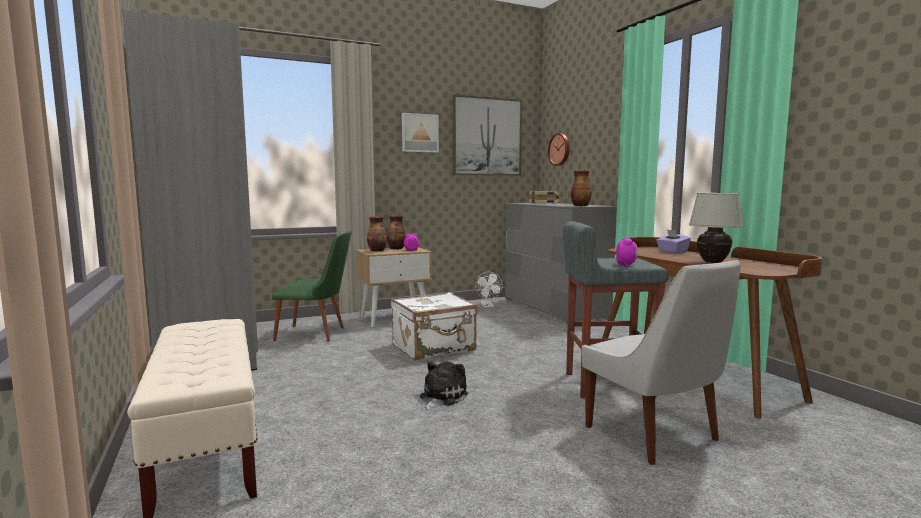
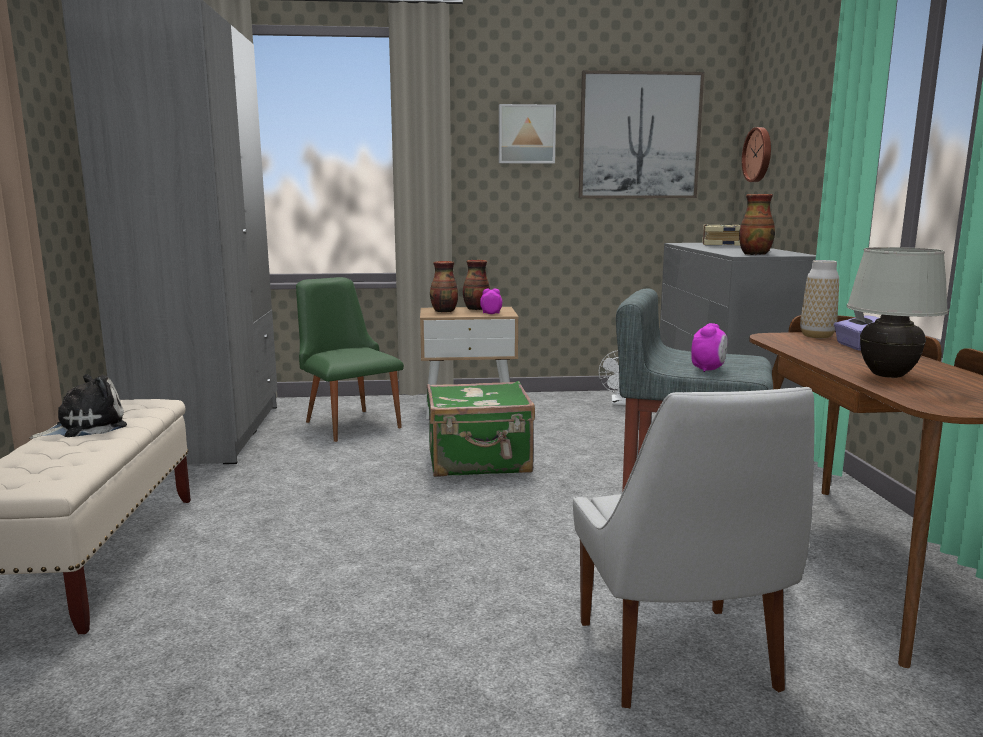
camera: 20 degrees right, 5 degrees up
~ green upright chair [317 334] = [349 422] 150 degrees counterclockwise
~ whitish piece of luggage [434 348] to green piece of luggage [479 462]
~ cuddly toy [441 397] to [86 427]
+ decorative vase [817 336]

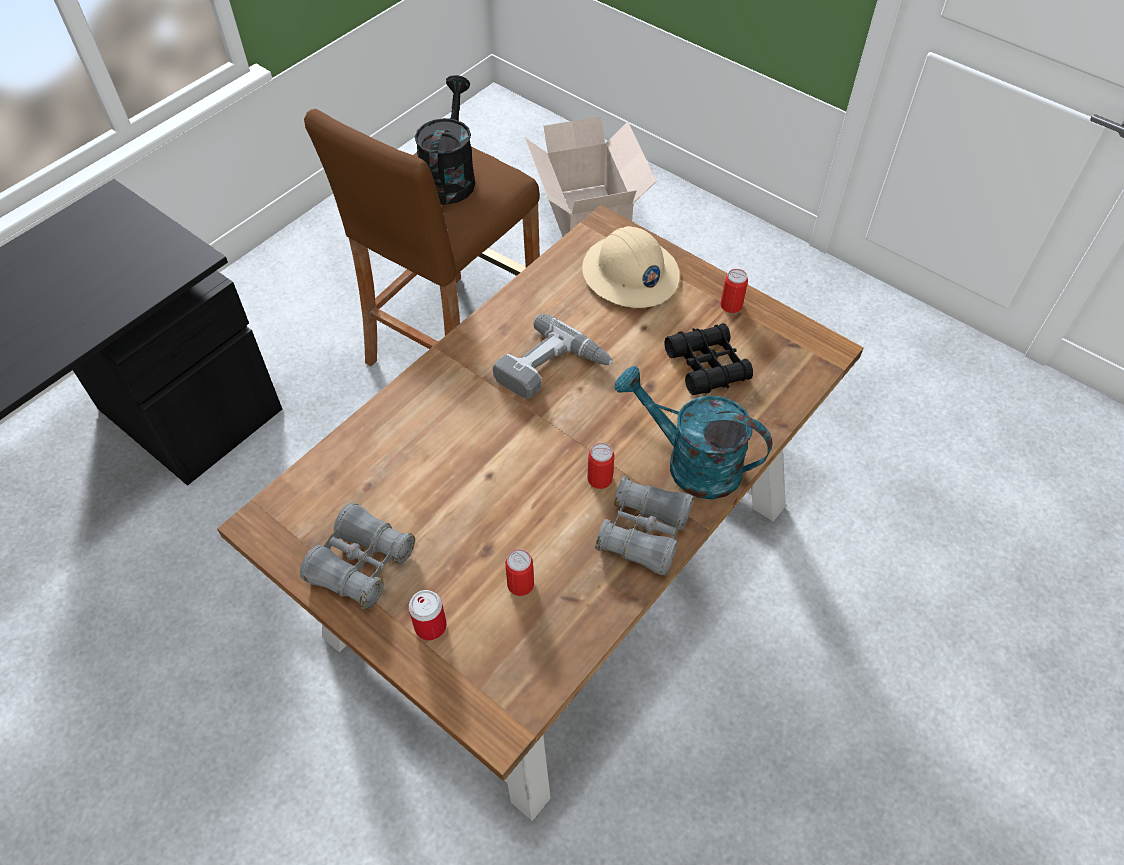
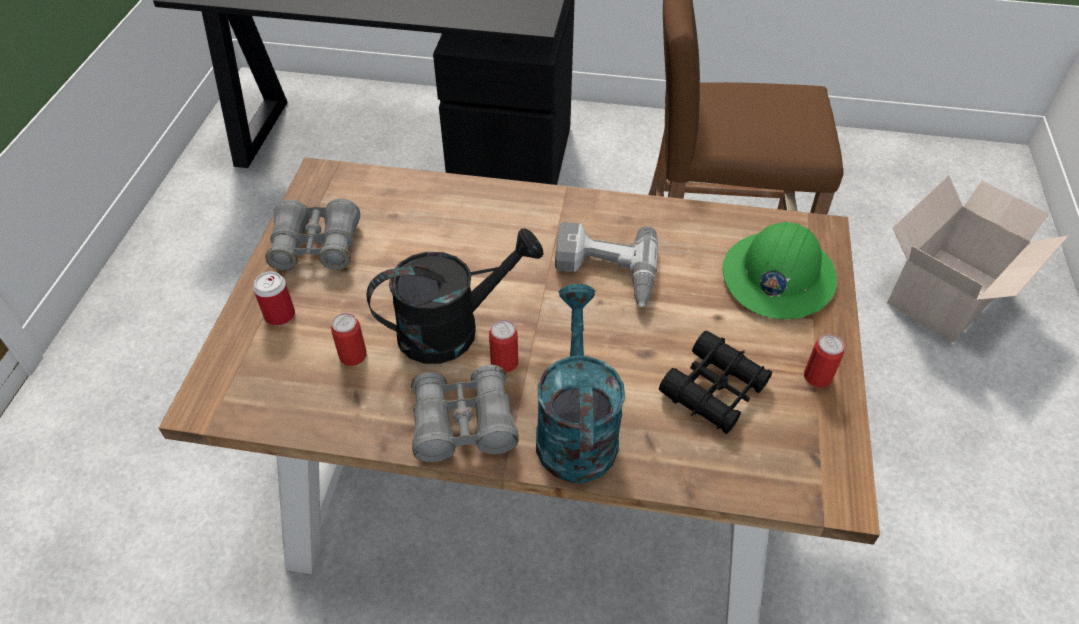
camera: 60 degrees right, 5 degrees down
~ blackish watering can [450 176] to [453 328]
~ beige hard hat [630 274] to green hard hat [777 277]

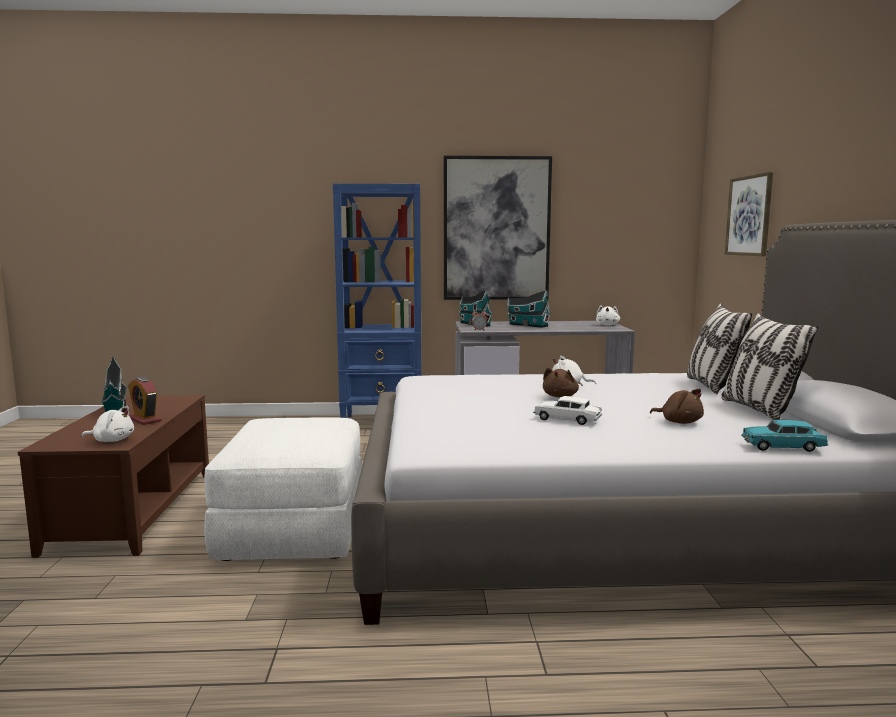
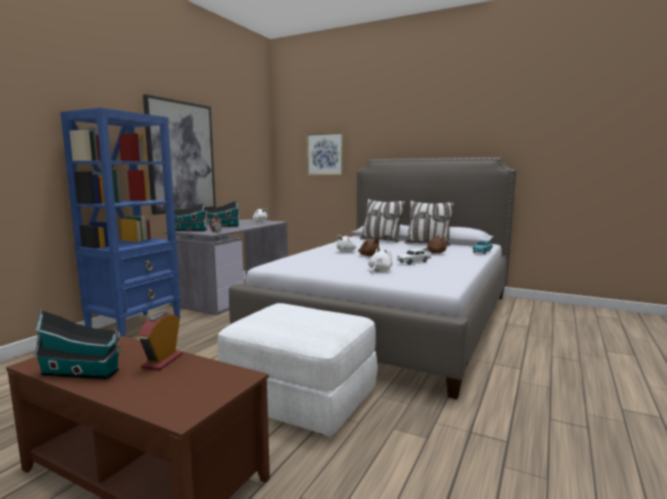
camera: 60 degrees left, 0 degrees up
~ whitish cuddly toy [112 440] to [379 271]
~ bedside clock [145 420] = [162 361] 120 degrees clockwise

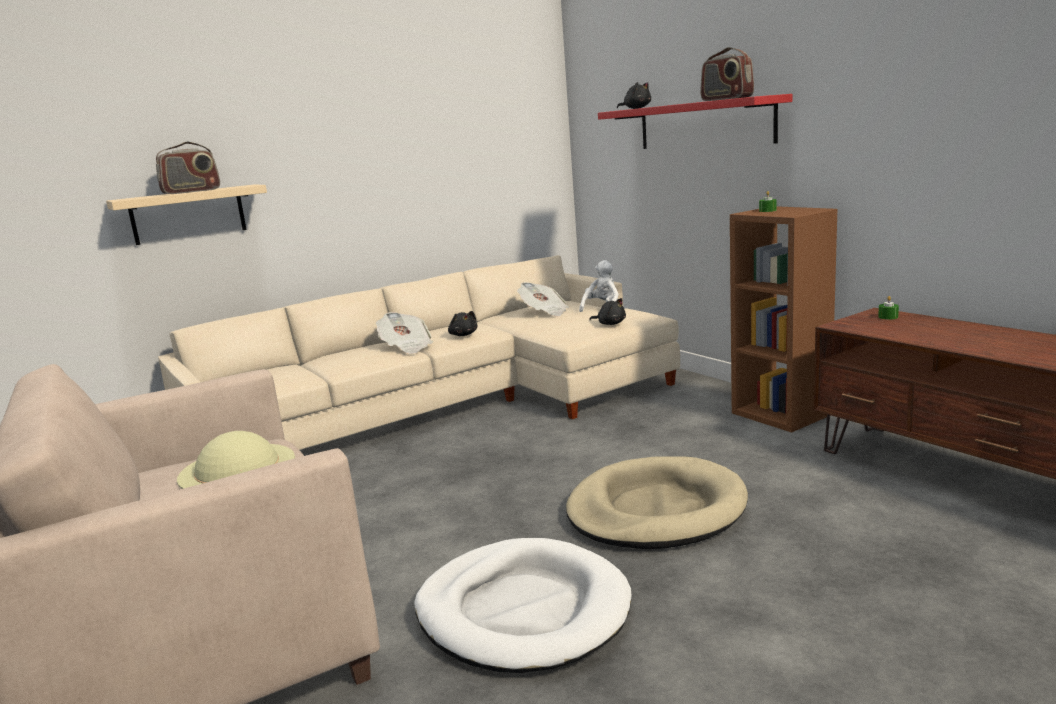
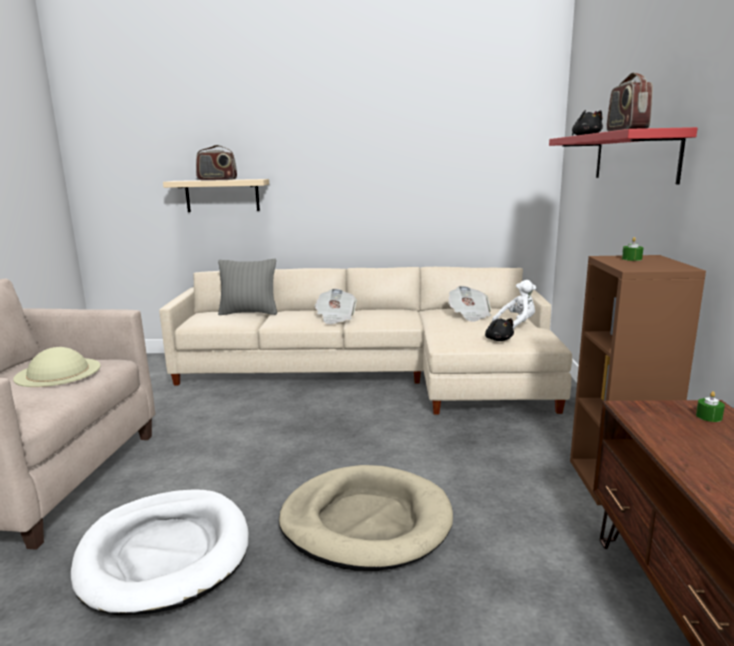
camera: 35 degrees right, 0 degrees up
- blackish cuddly toy [463 335]
+ gray throw pillow [249 313]

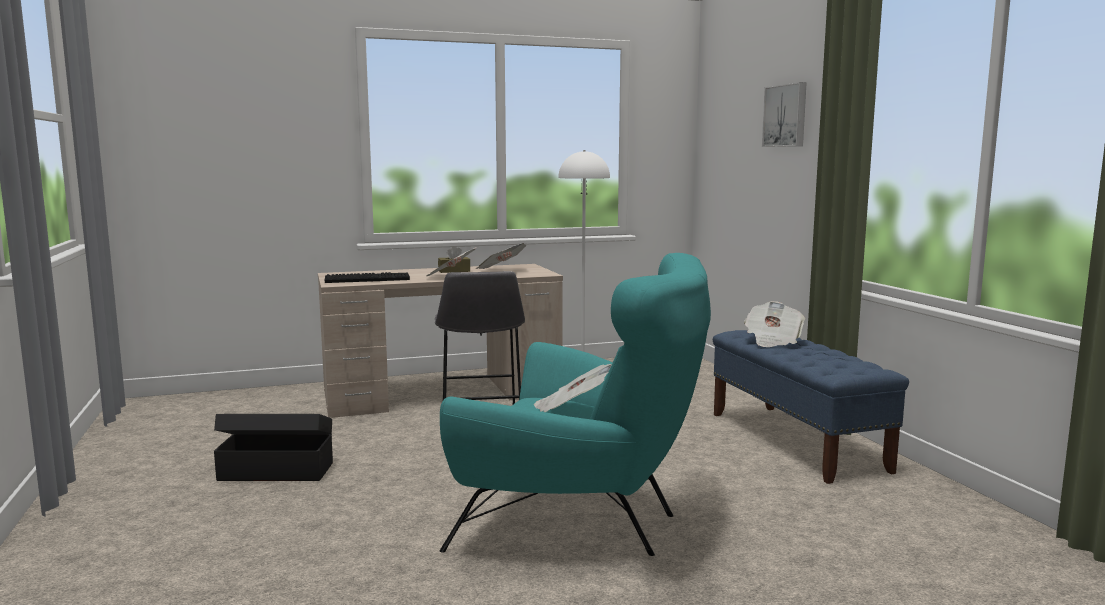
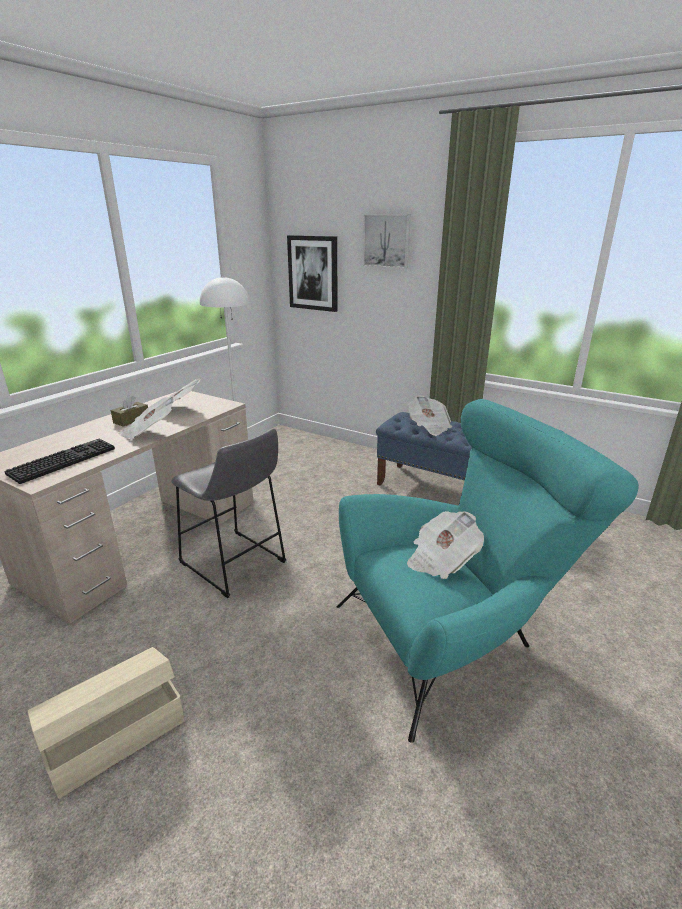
camera: 40 degrees left, 15 degrees up
~ blackish storage bin [275 471] to beige storage bin [114 736]
+ picture [313 273]

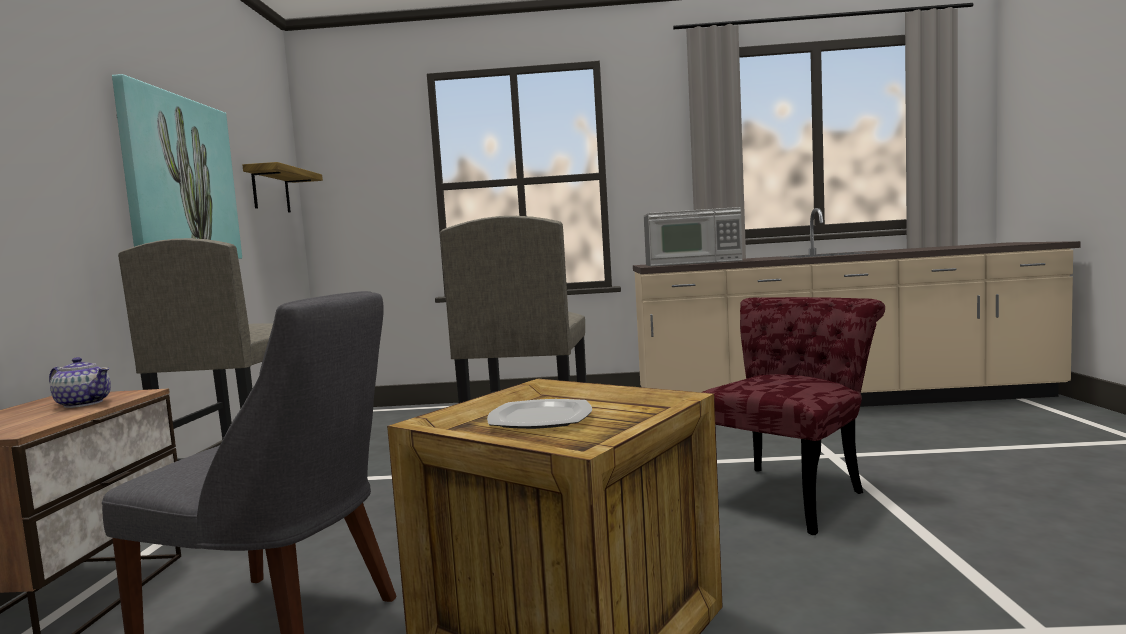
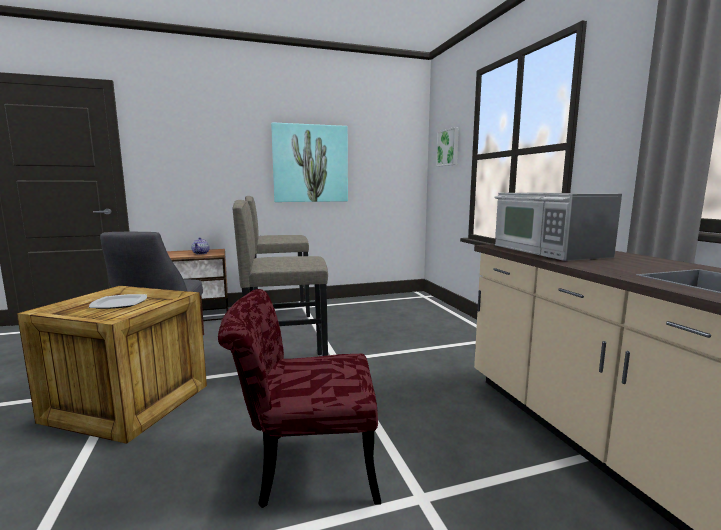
camera: 70 degrees right, 5 degrees up
- wall shelf [271 190]
~ reddish upright chair [788 492] = [305 466] 150 degrees clockwise
+ picture [448 147]

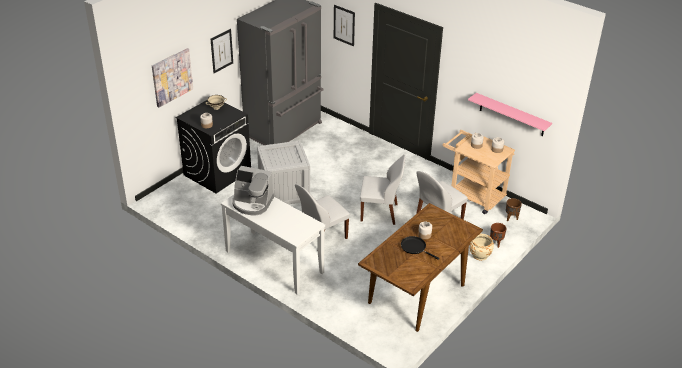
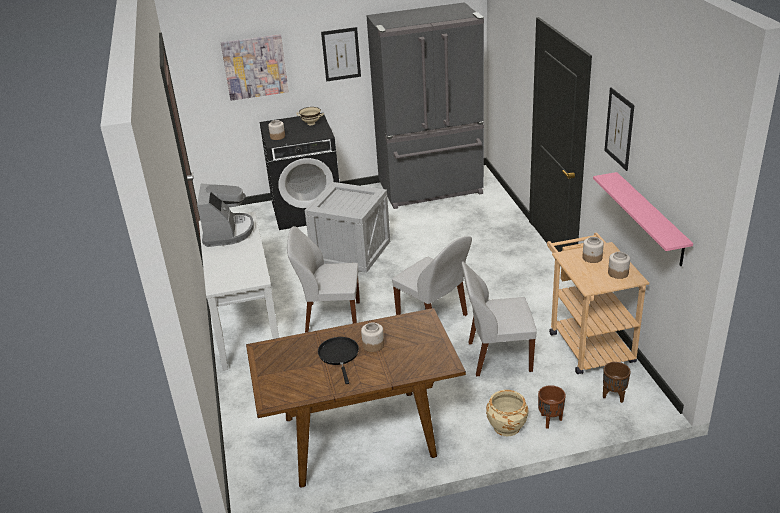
camera: 40 degrees right, 5 degrees down
~ coffee maker [252 203] = [227 232] 150 degrees counterclockwise
~ picture [344 25] to [619 128]

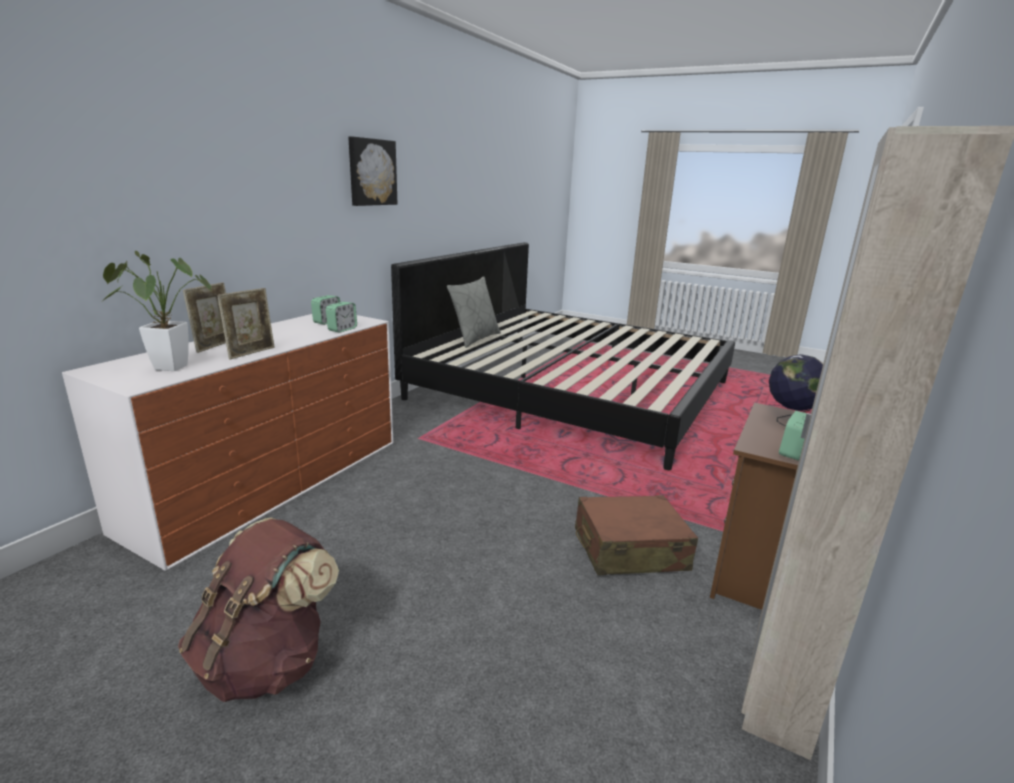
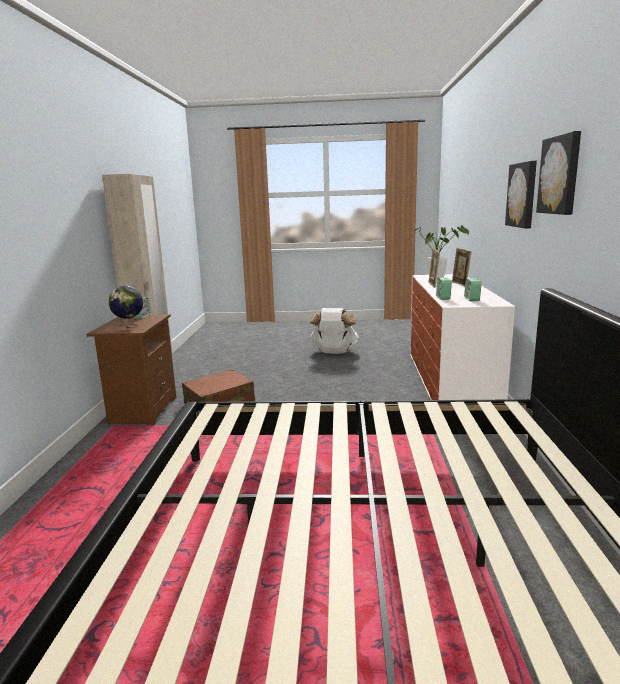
camera: 155 degrees right, 5 degrees down
~ brown-coloured backpack [267 662] to whitish backpack [334 353]
- gray throw pillow [474 338]
+ picture [523 195]

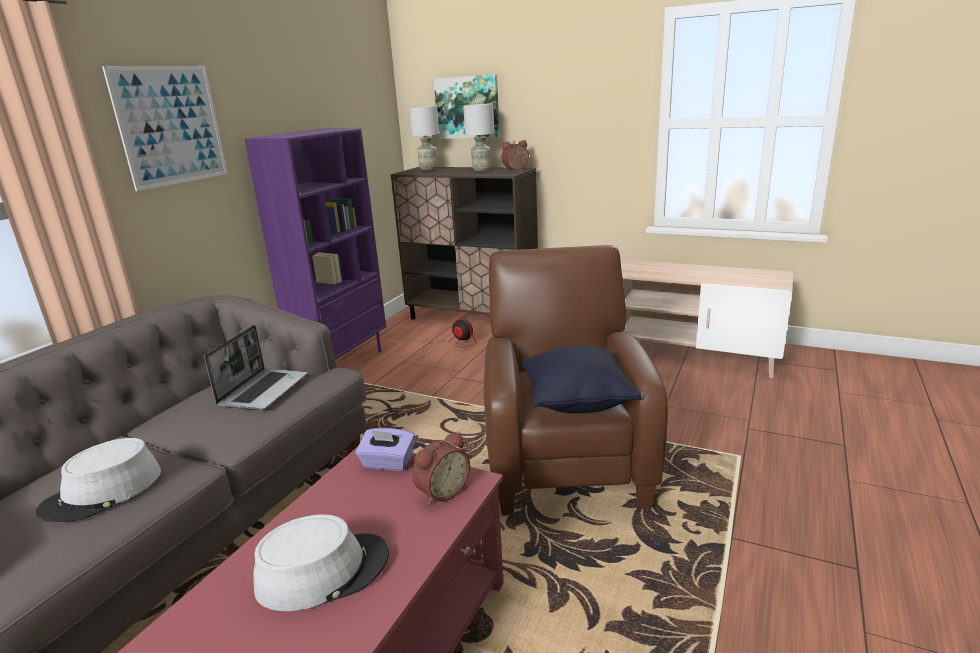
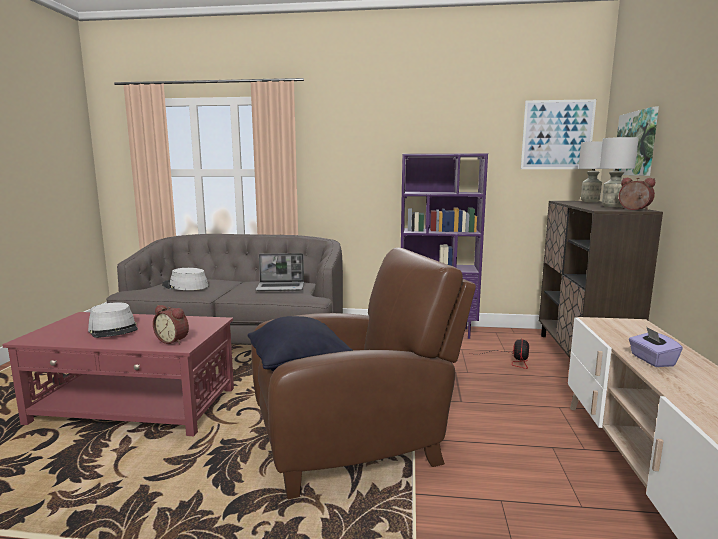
camera: 70 degrees right, 10 degrees down
~ picture [171 125] to [557 135]
~ purple tissue box [387 463] to [651 360]

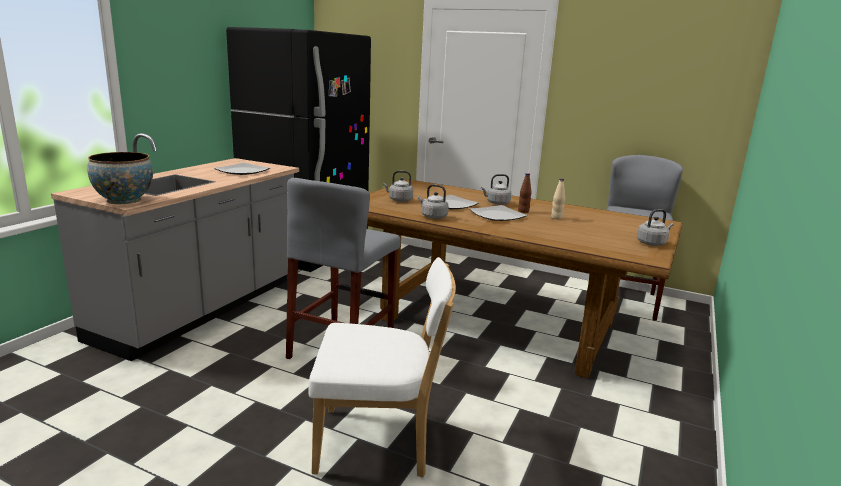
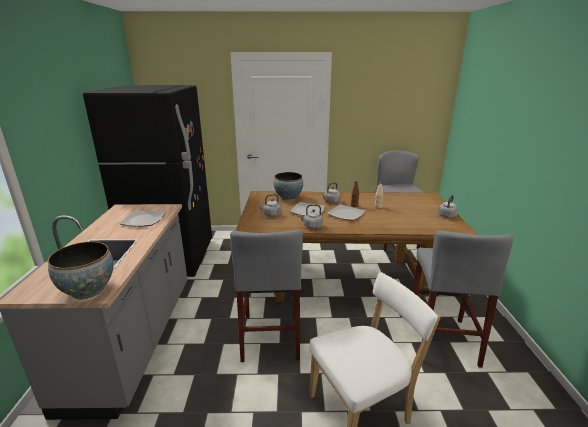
camera: 25 degrees left, 5 degrees up
+ serving bowl [288 197]
+ gray stool [441 339]

